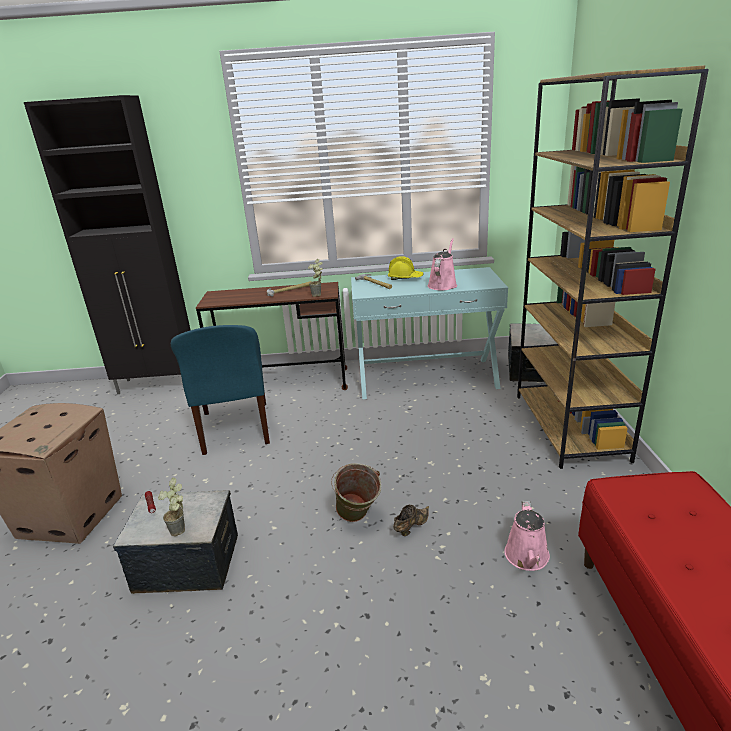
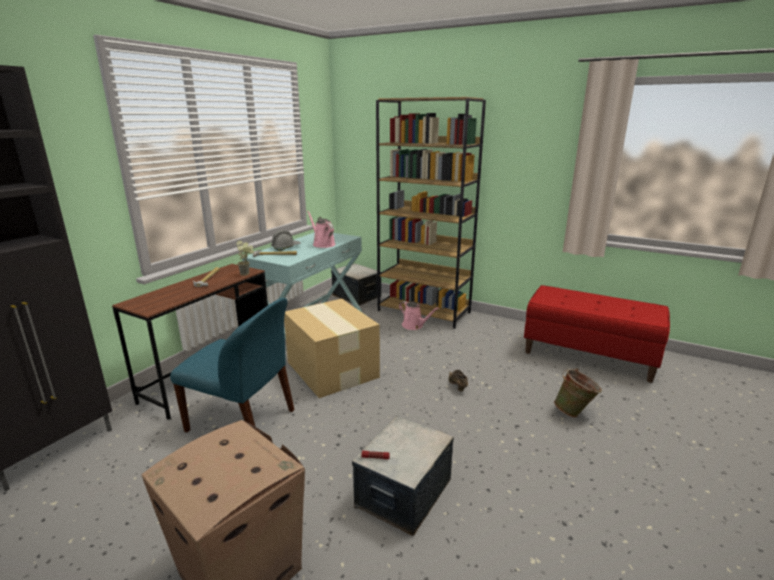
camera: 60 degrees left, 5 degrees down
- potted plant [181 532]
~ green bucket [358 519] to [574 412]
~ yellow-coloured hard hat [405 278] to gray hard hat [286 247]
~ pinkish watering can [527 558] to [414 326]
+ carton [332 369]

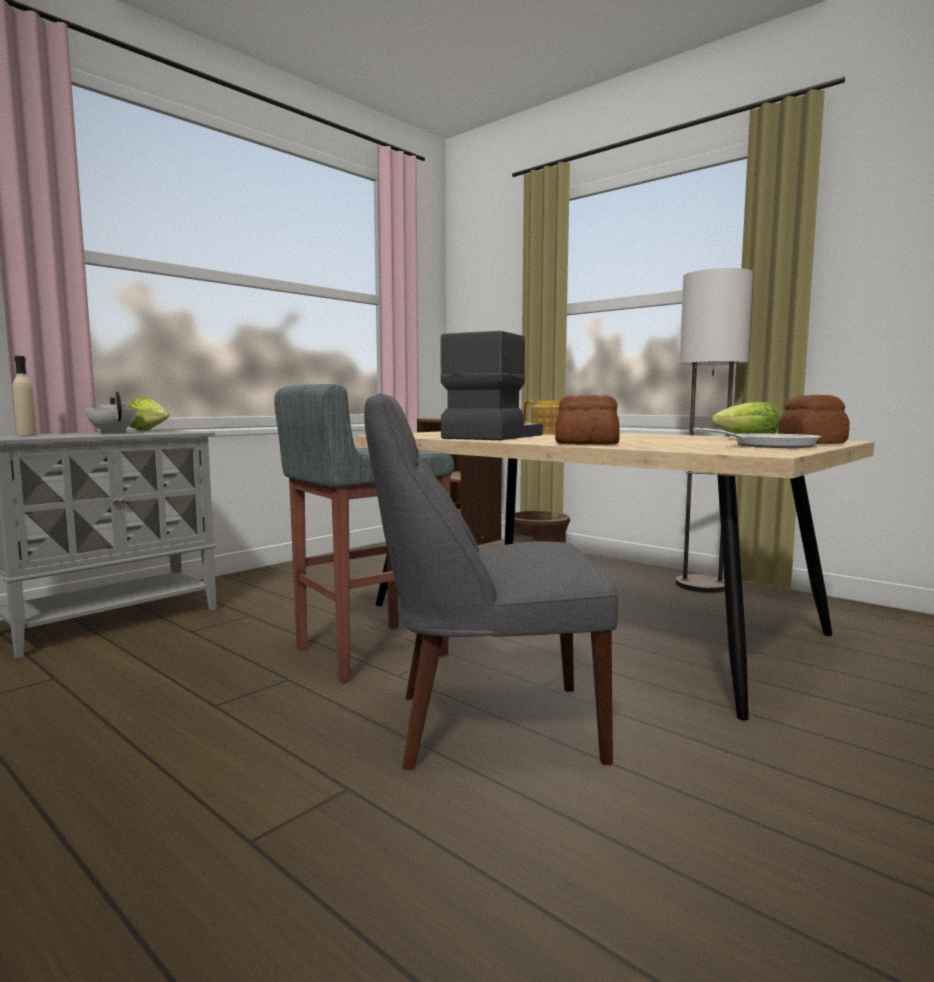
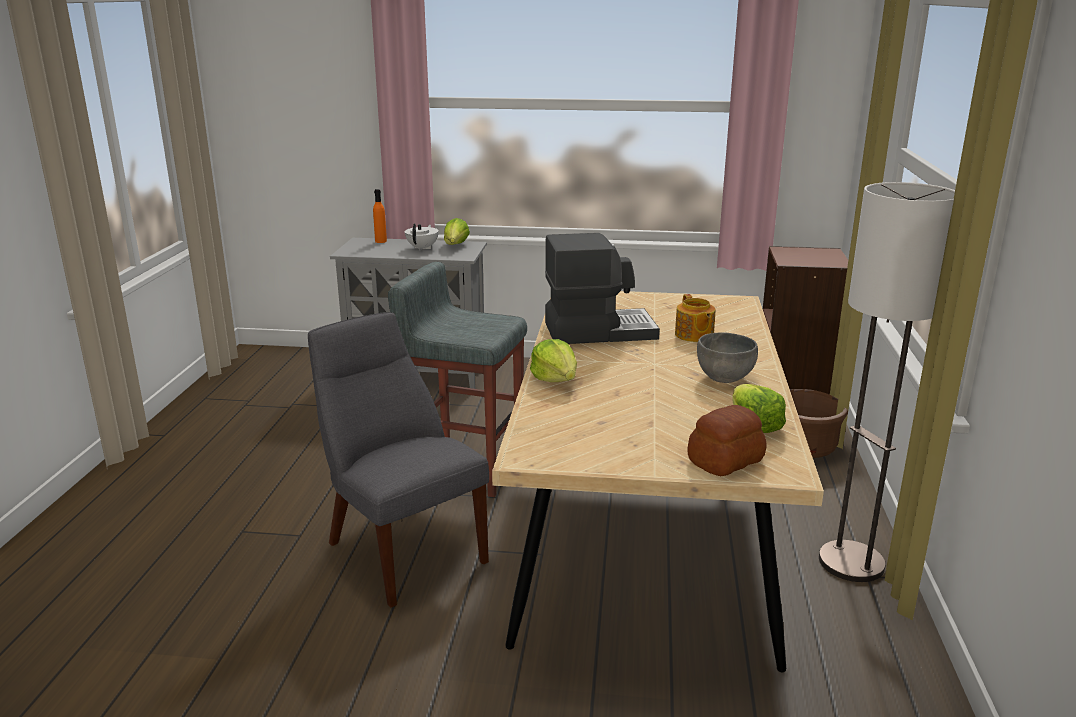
camera: 55 degrees right, 15 degrees up
~ beige beverage bottle [26 434] to orange-coloured beverage bottle [381 241]
~ bakery bread [586 443] to lettuce [555 379]
- frying pan [767 446]
+ gray serving bowl [724 378]

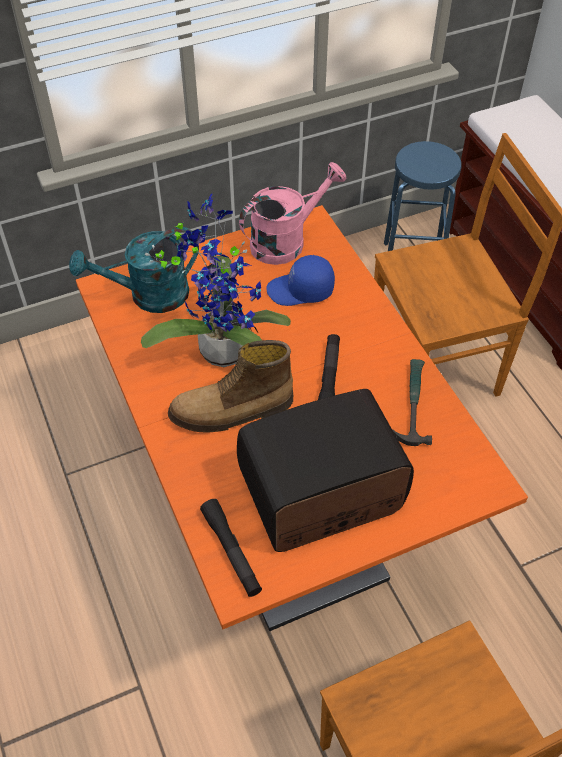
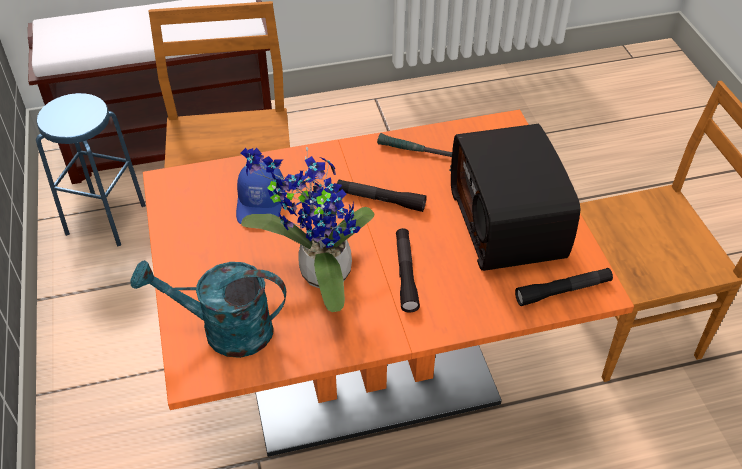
camera: 80 degrees left, 5 degrees down
~ blue-green watering can [149 296] = [224 330] 105 degrees clockwise
~ high-top boot [232 411] to blackish hand torch [405 274]
- pinkish watering can [286 241]

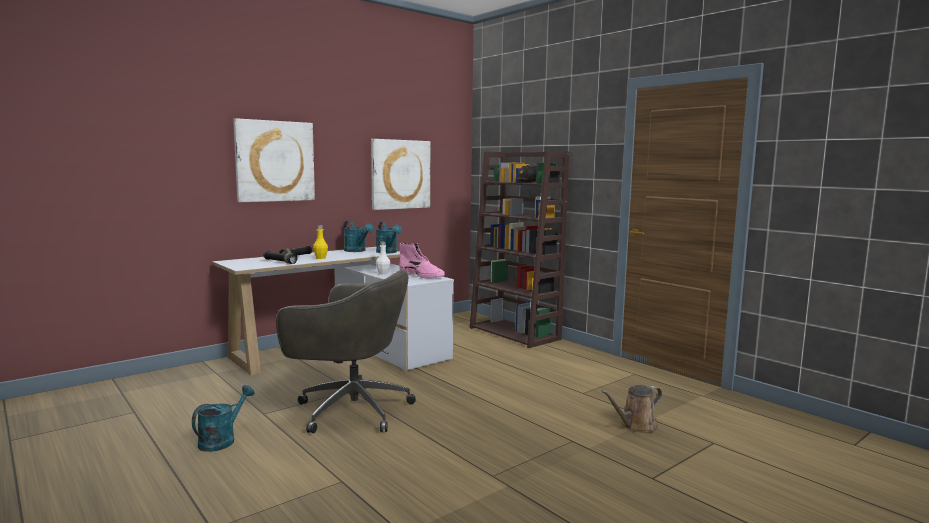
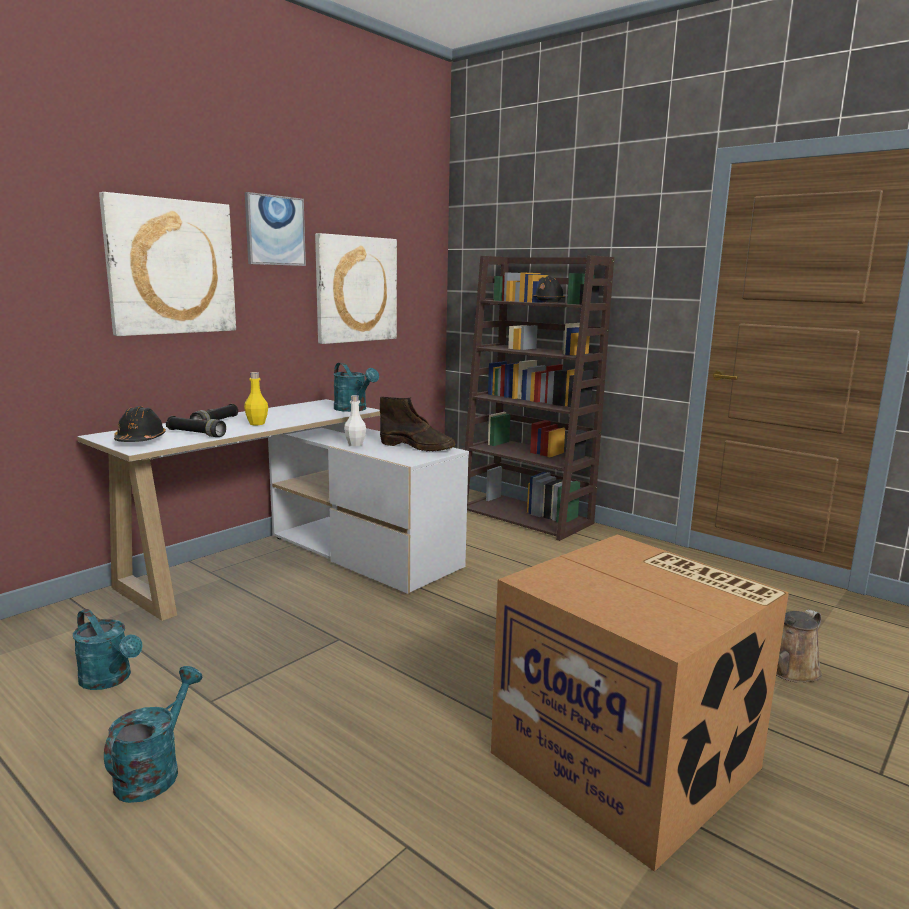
camera: 10 degrees left, 5 degrees up
- gray office chair [350 410]
~ blue-green watering can [357 251] to [110 680]
~ pinkish high-top boot [422 276] to brown-coloured high-top boot [417 447]
+ blackish hard hat [140 440]
+ picture [275 230]
+ carton [629 760]

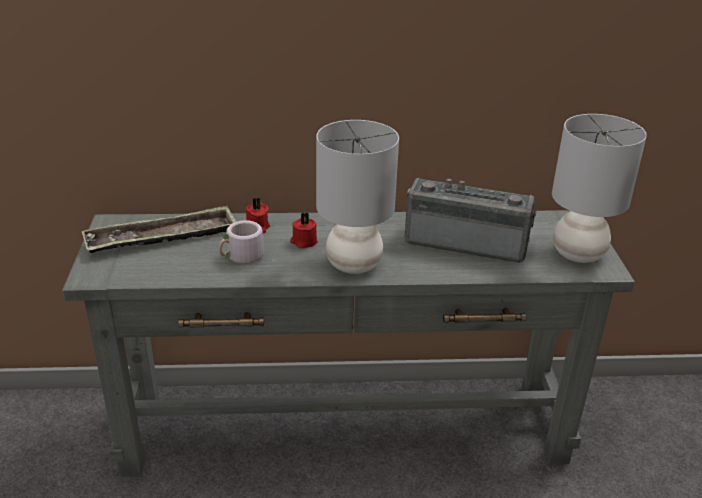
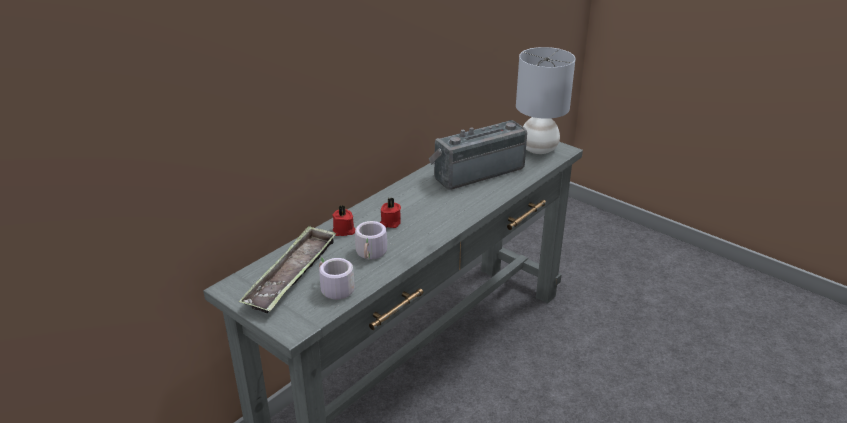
camera: 45 degrees left, 0 degrees up
- gray tabletop lamp [353 264]
+ gray tea mug [333 290]

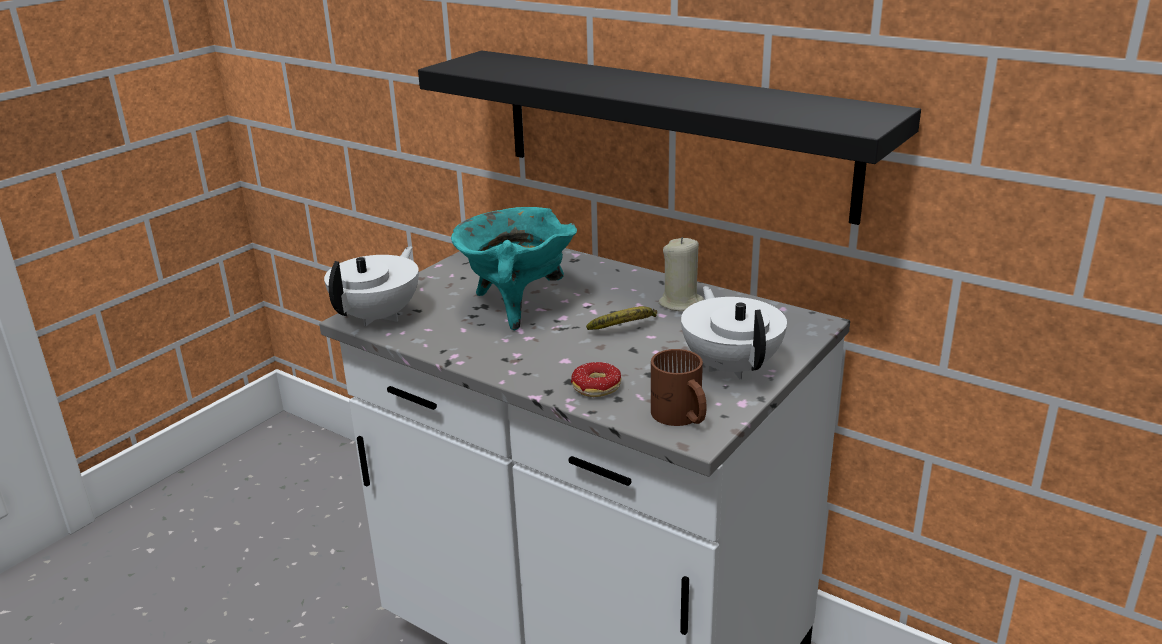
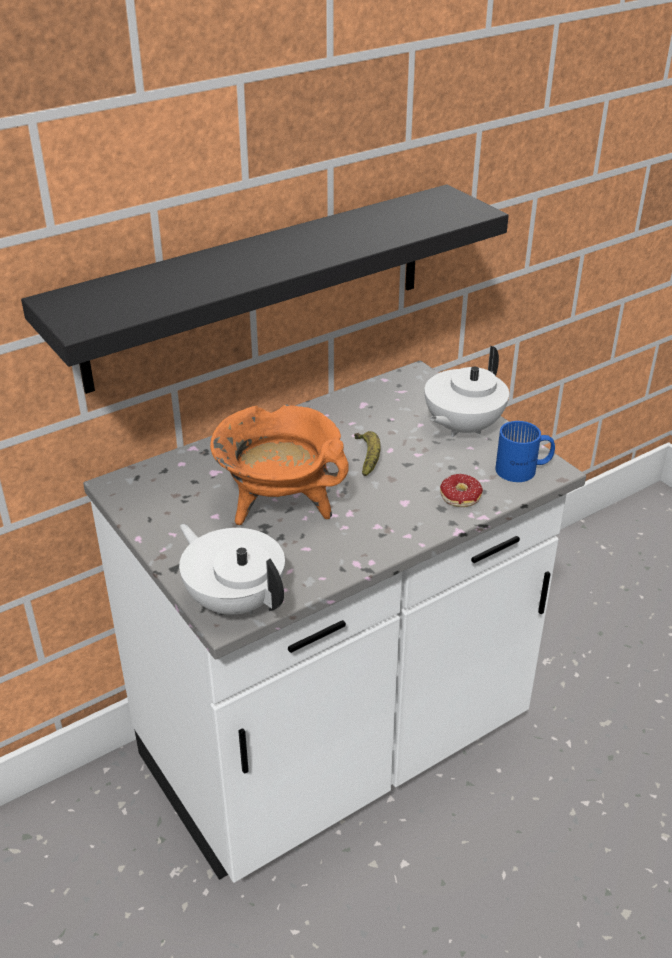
camera: 70 degrees left, 10 degrees up
~ blue-green saucepot [516 306] to orange-coloured saucepot [280 506]
~ brown-coloured tea mug [680 417] to blue-coloured tea mug [523 470]
- beige wax light [681 303]
~ whitish pot for tea [731 366] = [461 427] 60 degrees counterclockwise

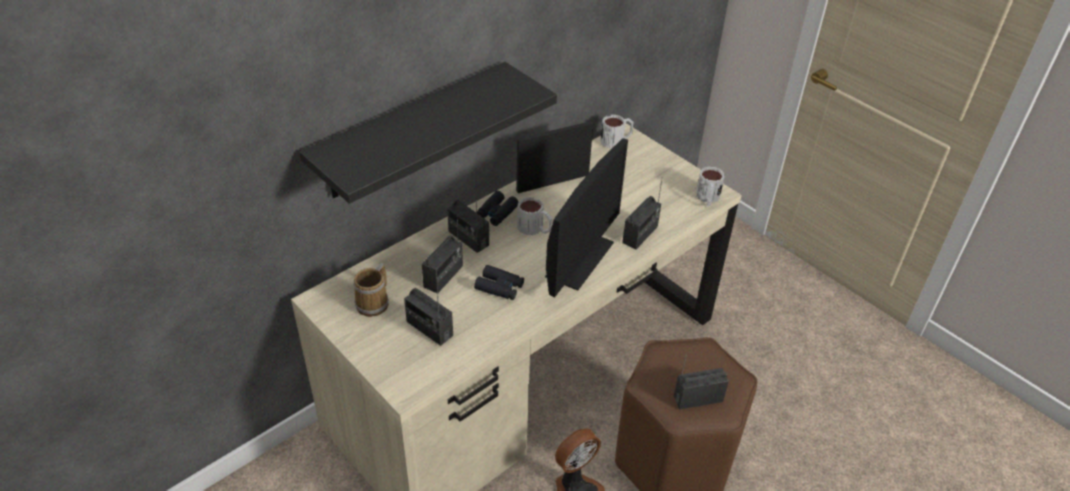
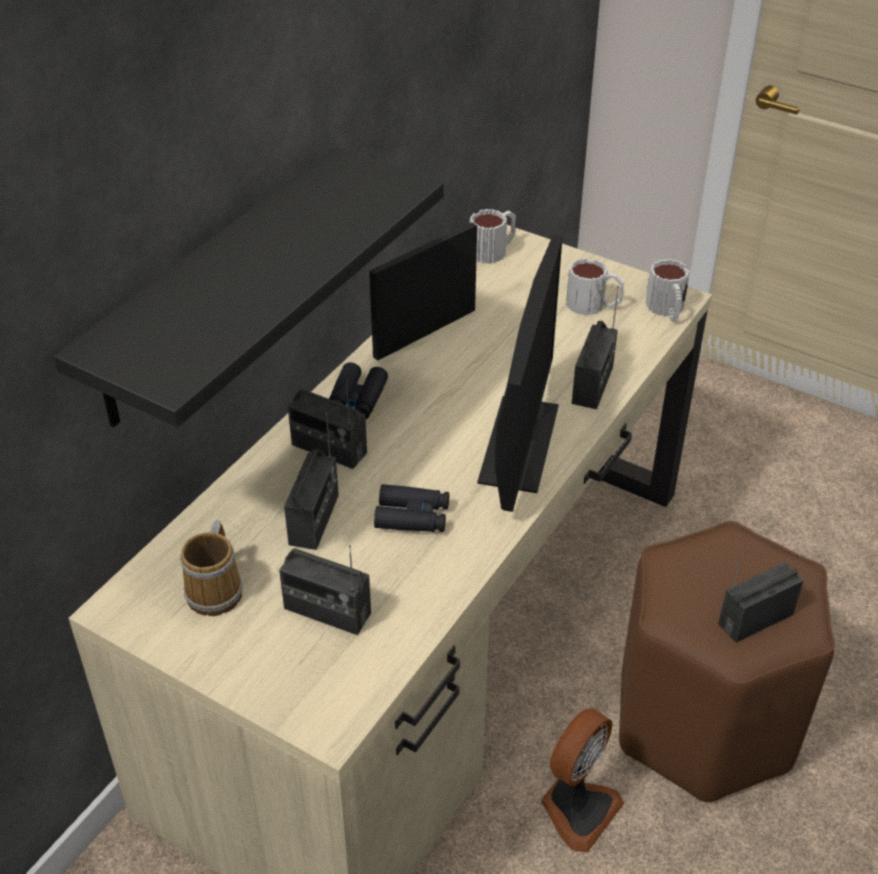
camera: 15 degrees left, 0 degrees up
~ tea mug [534 229] to [593 305]

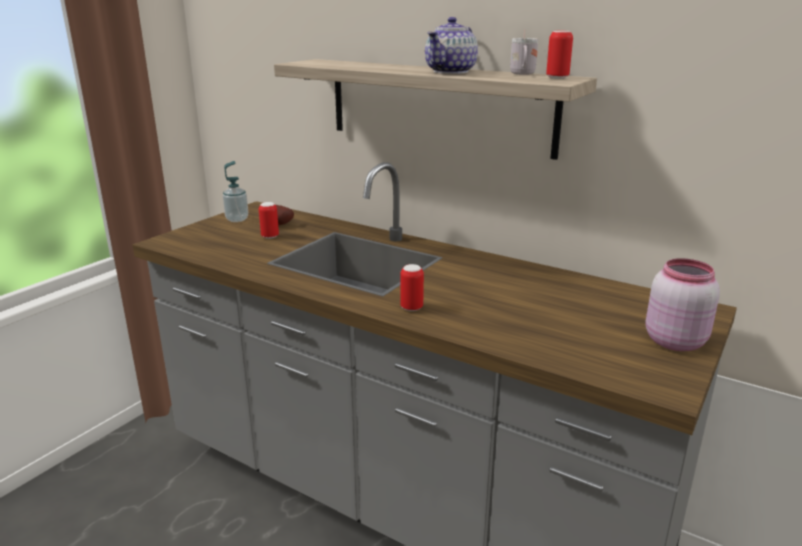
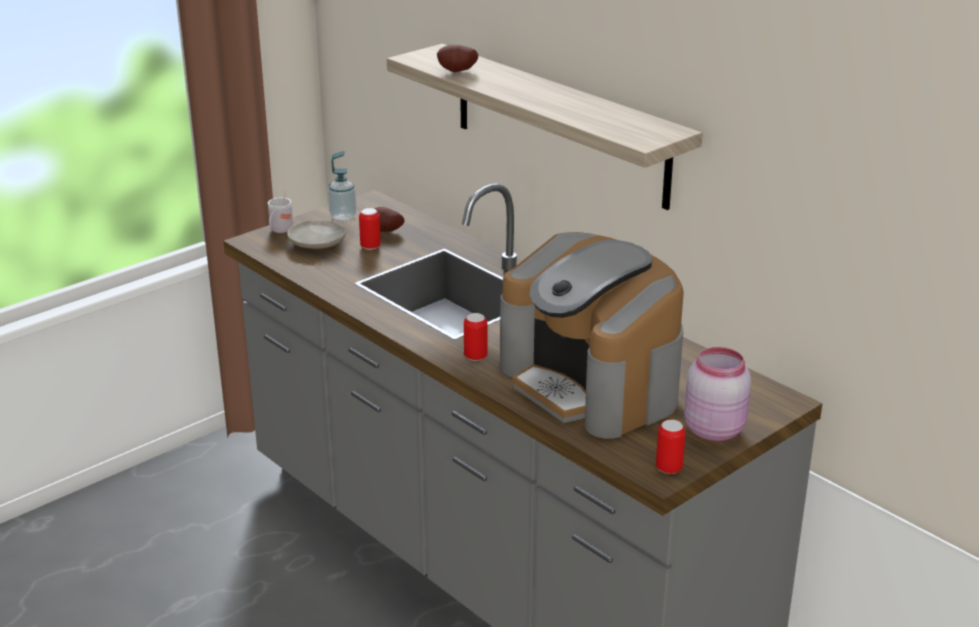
camera: 15 degrees right, 5 degrees up
- pot for tea [451 71]
~ whitish tea mug [522 74] to [279 231]
~ can [557 78] to [668 468]
+ beige flat dish [318 243]
+ spud [457 72]
+ coffee maker [592 384]

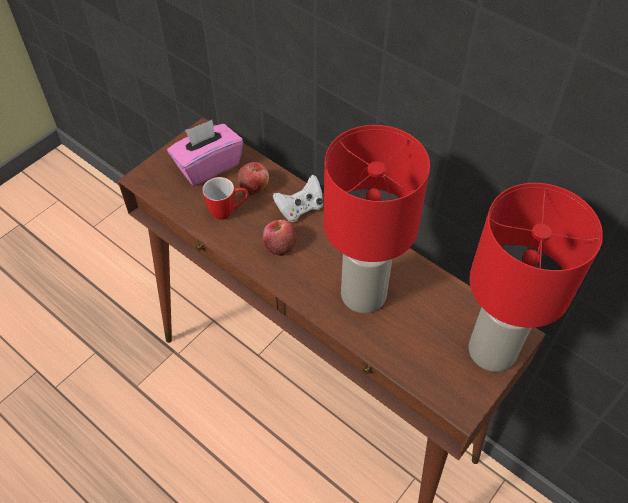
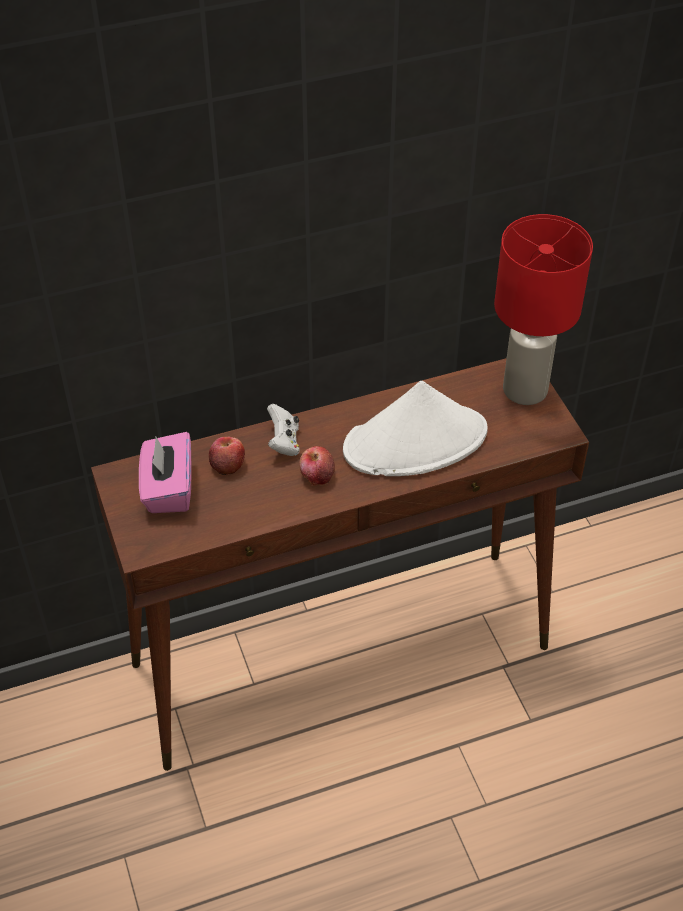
camera: 60 degrees left, 5 degrees down
- tea mug [228 211]
~ reddish tabletop lamp [364 295] to whitish wearable hat [416 441]

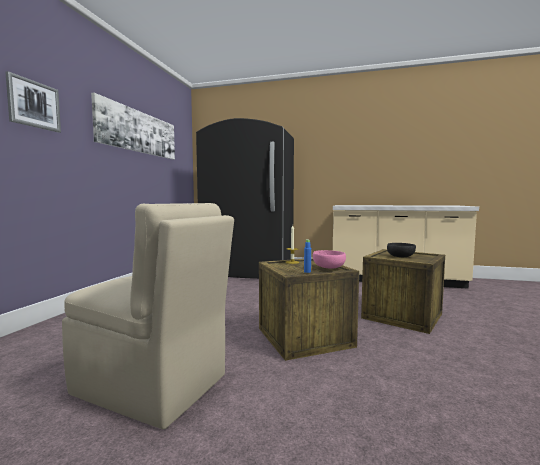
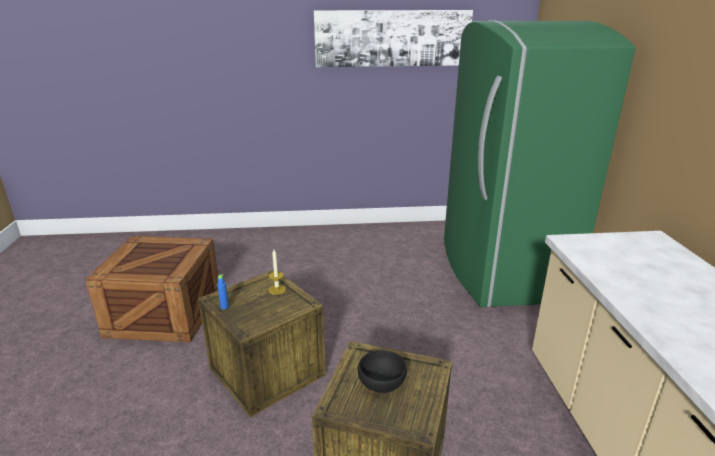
camera: 70 degrees right, 20 degrees up
- picture [34 104]
~ beige upright chair [153 386] to packing crate [163 313]
~ blackish fridge [248 272] to green fridge [500 270]
- pinkish serving bowl [328 267]

